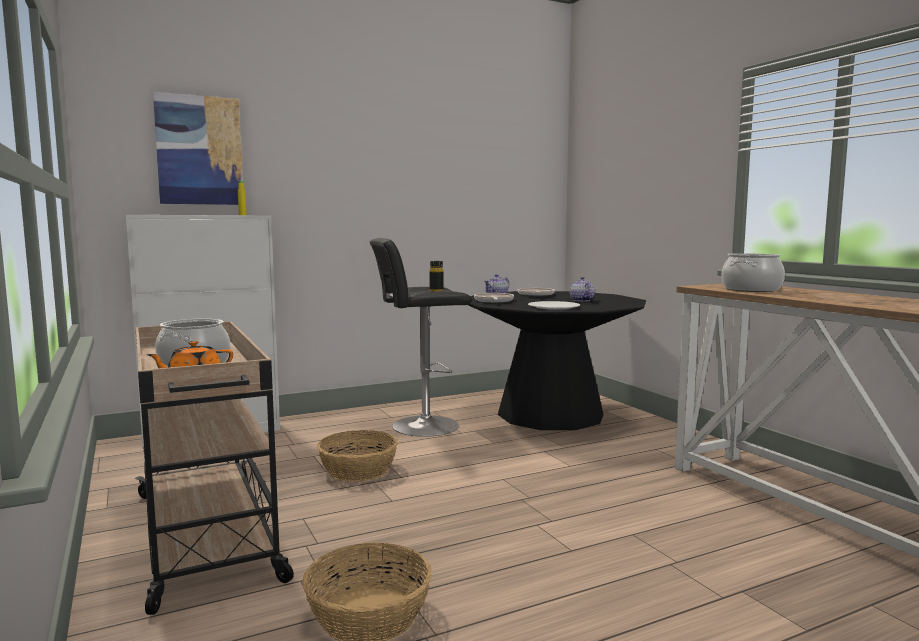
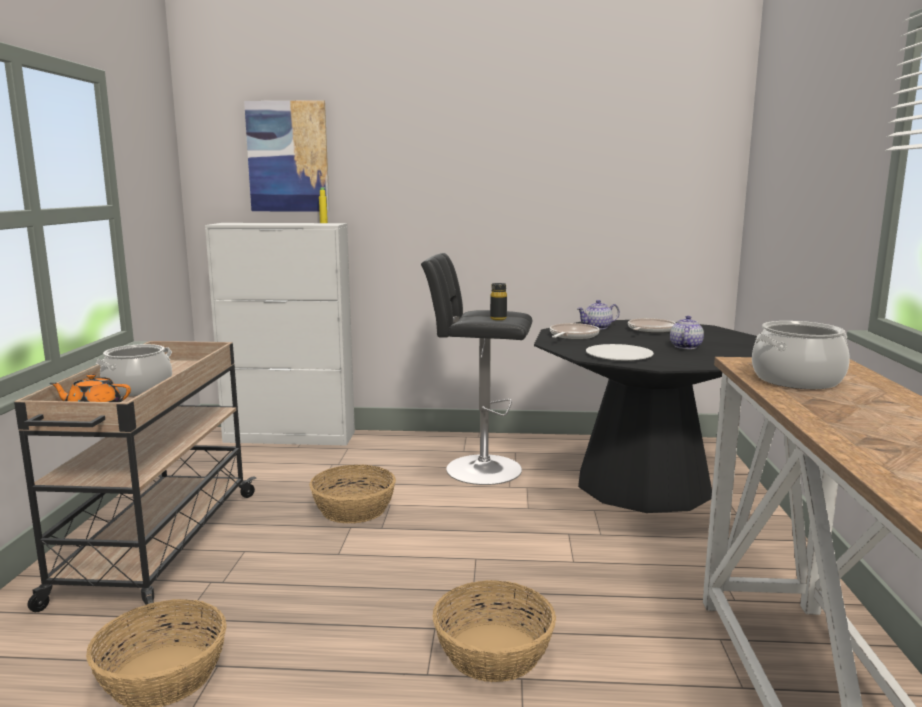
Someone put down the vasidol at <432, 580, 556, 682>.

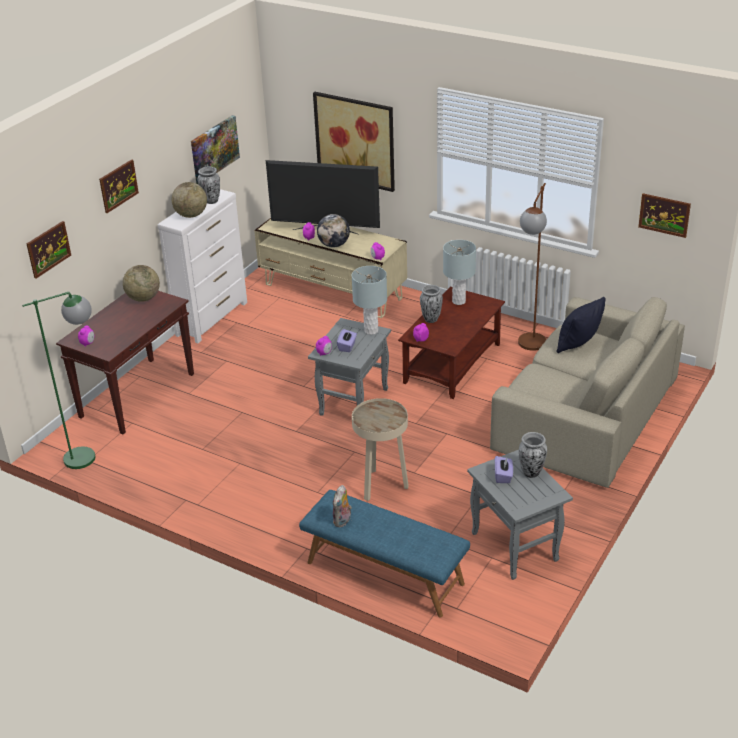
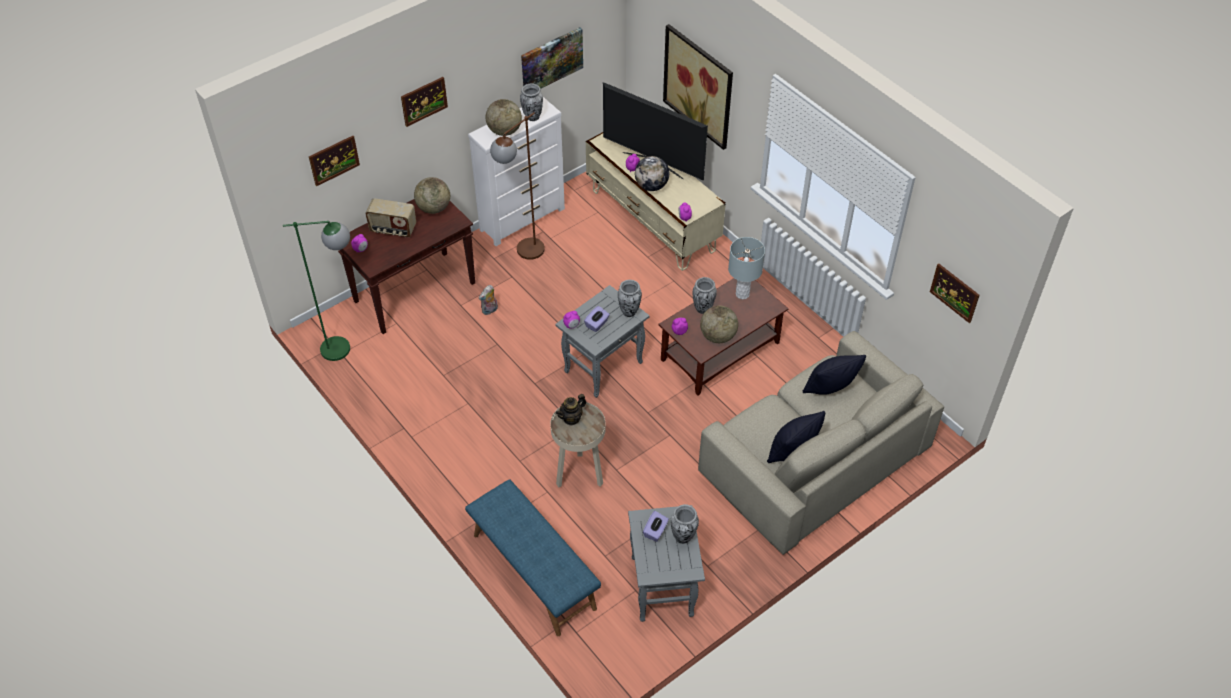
Someone carried the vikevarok from <333, 485, 352, 527> to <479, 285, 498, 315>.
Someone swapped the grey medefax at <352, 266, 387, 335> for the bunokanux at <618, 280, 642, 317>.
Someone carried the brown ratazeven from <518, 183, 547, 351> to <490, 112, 545, 260>.
Someone put down the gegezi at <365, 198, 416, 237>.
Someone put down the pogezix at <556, 394, 586, 425>.
Someone put down the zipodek at <700, 305, 738, 343>.
Someone put down the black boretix at <767, 411, 825, 463>.

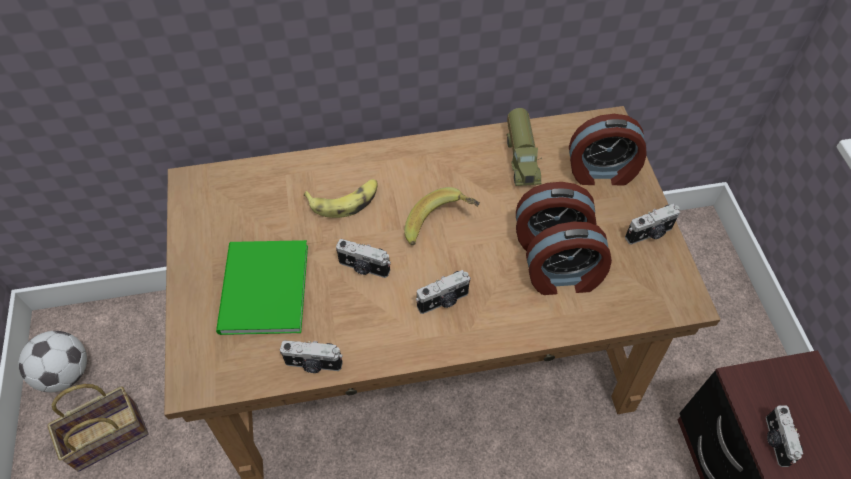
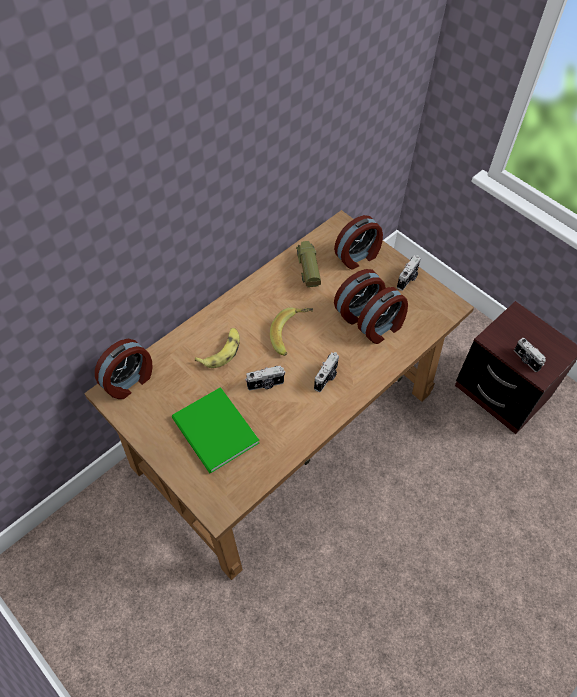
Someone took away the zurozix at <19, 331, 87, 392>.
Someone took away the vasidol at <47, 384, 148, 472>.
Someone took away the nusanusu at <280, 340, 343, 373>.
Someone rotated the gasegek at <507, 108, 542, 186> by 150 degrees counterclockwise.
Someone put down the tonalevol at <95, 339, 153, 399>.

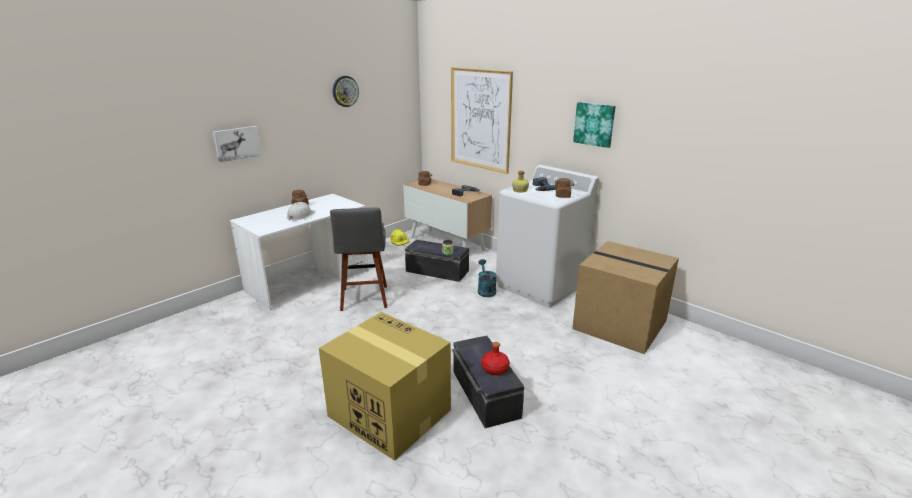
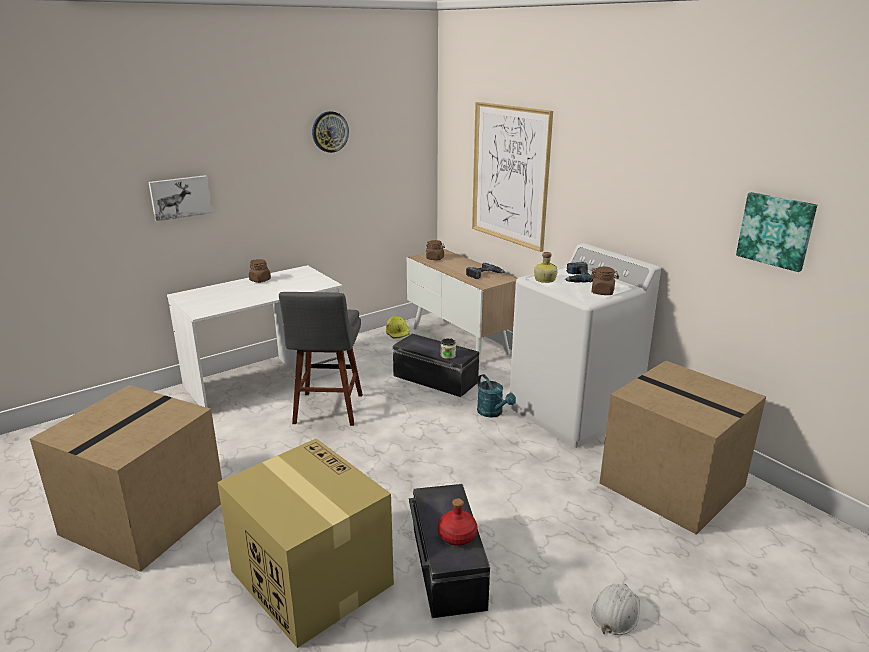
Someone carried the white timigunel from <287, 202, 315, 221> to <591, 583, 640, 635>.
Someone rotated the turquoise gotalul at <478, 259, 497, 297> by 150 degrees clockwise.
Someone carried the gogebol from <573, 102, 616, 148> to <736, 192, 817, 272>.
Someone put down the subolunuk at <30, 385, 222, 572>.

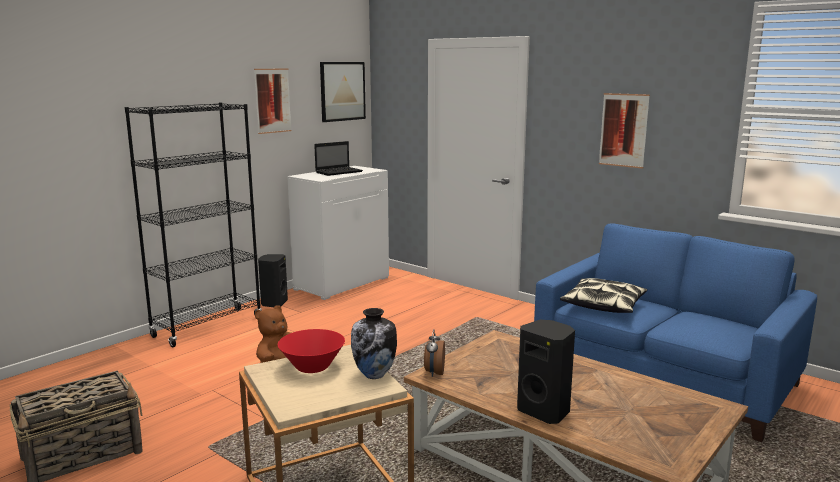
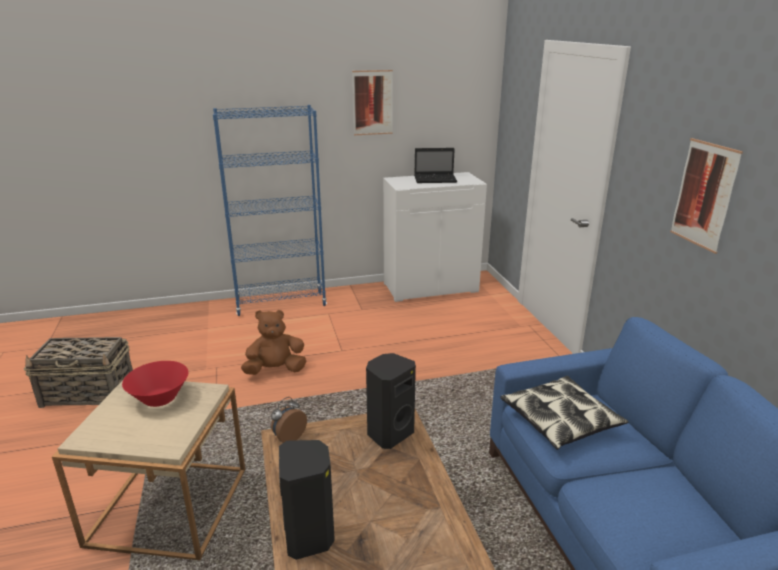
Someone repainted the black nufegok at <125, 102, 262, 347>, which became the blue nufegok at <213, 105, 327, 316>.
Someone carried the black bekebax from <258, 254, 288, 307> to <366, 353, 416, 449>.
Someone took away the gogebol at <320, 62, 366, 122>.
Someone took away the bunokanux at <351, 308, 397, 379>.

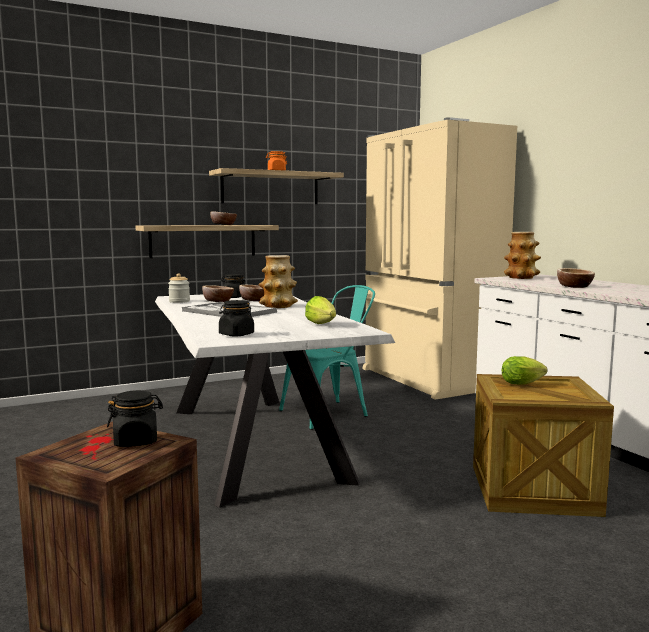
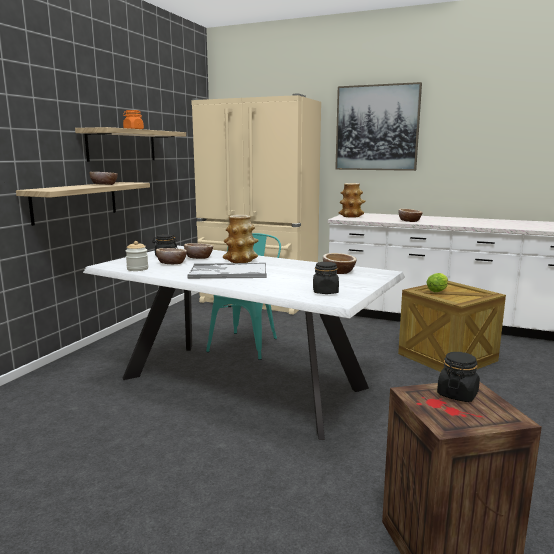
Someone swapped the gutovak at <305, 296, 336, 324> for the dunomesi at <323, 253, 356, 274>.
Someone put up the gogebol at <335, 82, 422, 171>.

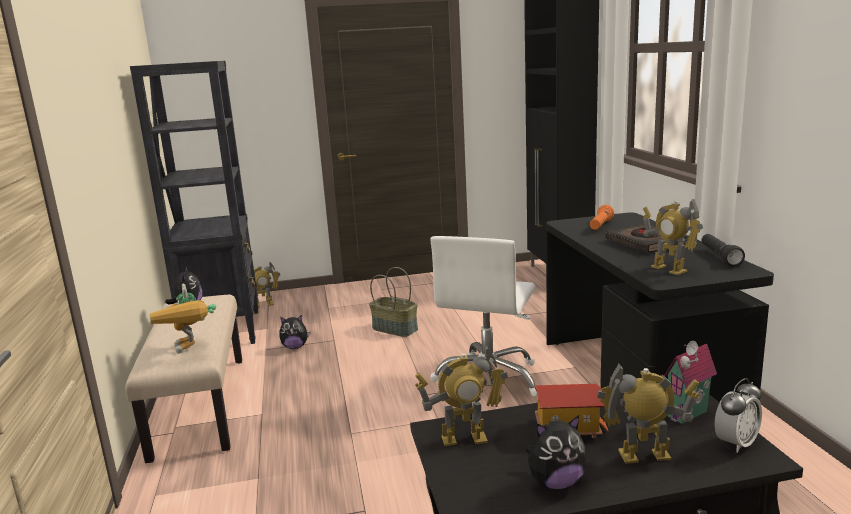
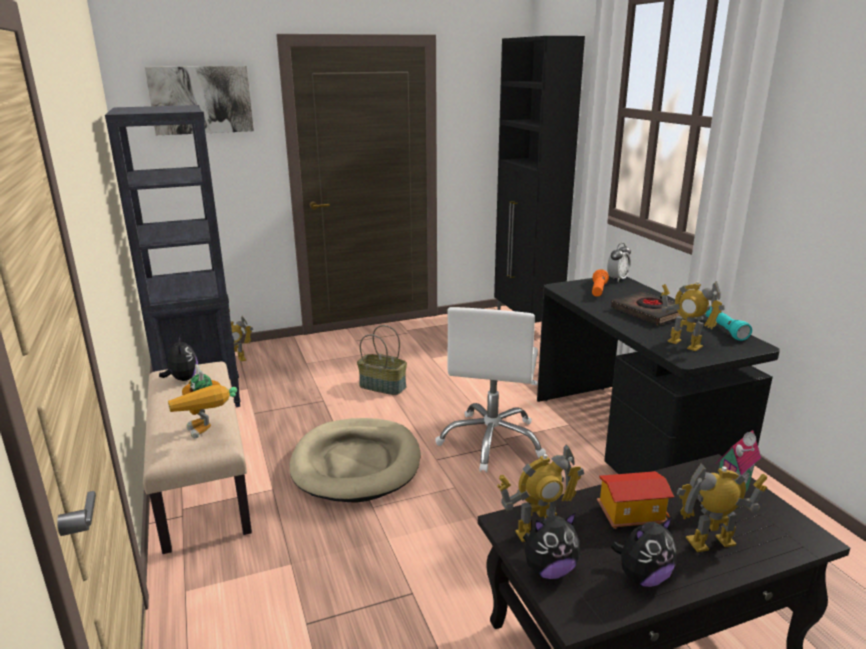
Someone carried the vikevarok from <279, 315, 310, 349> to <523, 513, 580, 579>.
Someone repainted the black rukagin at <701, 234, 745, 267>, which became the turquoise rukagin at <705, 307, 752, 341>.
Someone carried the tonalevol from <715, 378, 762, 453> to <607, 243, 631, 282>.
Someone put up the gogebol at <145, 66, 254, 135>.
Someone put down the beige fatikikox at <289, 418, 420, 503>.

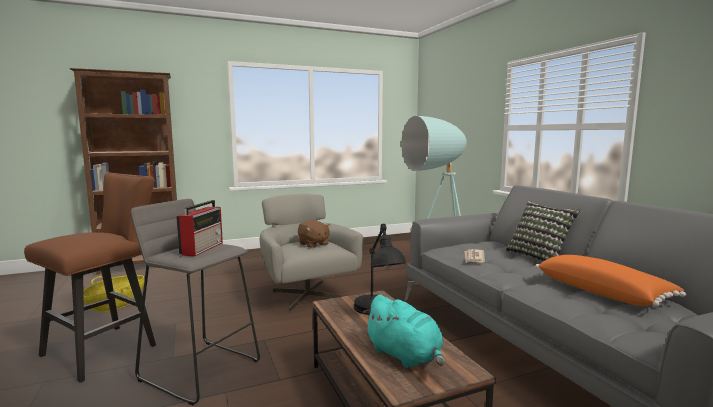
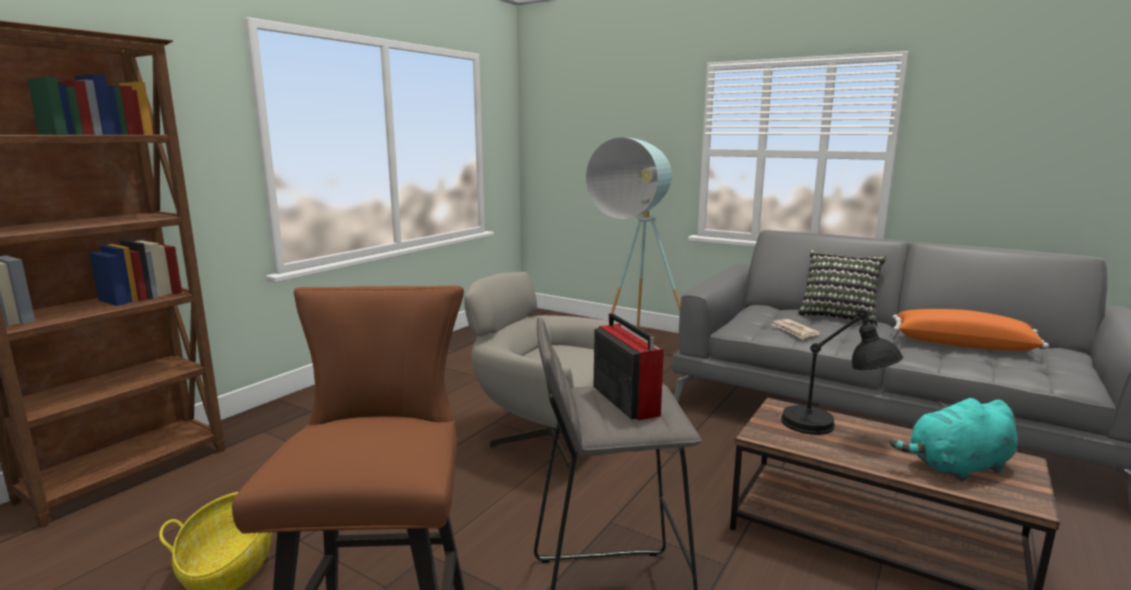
Someone took away the brown vikevarok at <298, 220, 330, 248>.
Someone rotated the turquoise vikevarok at <363, 295, 444, 368> by 150 degrees clockwise.

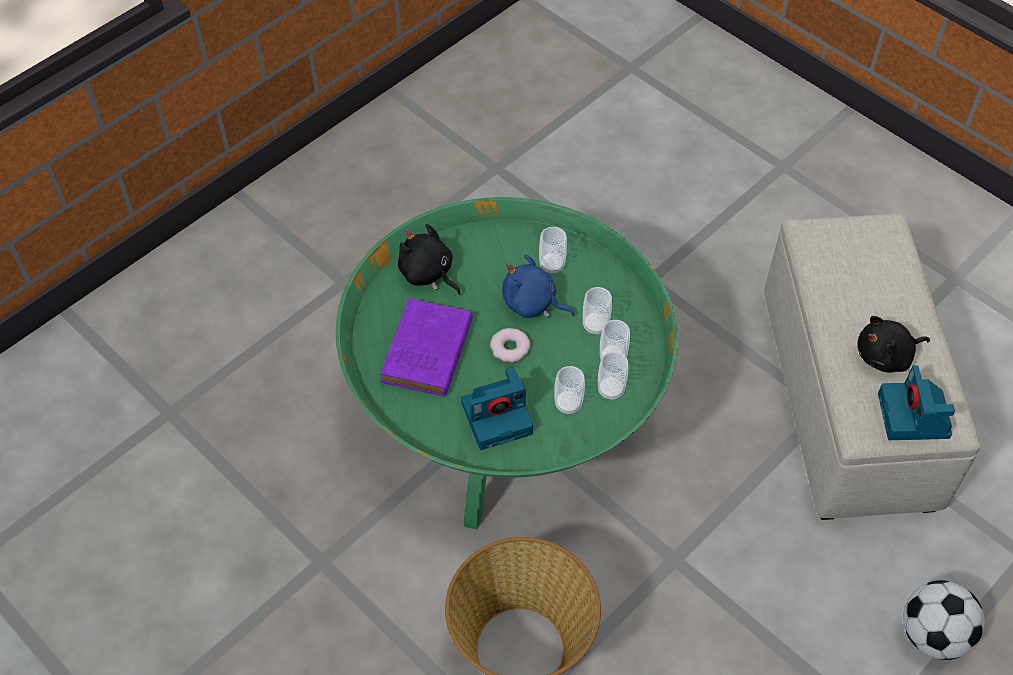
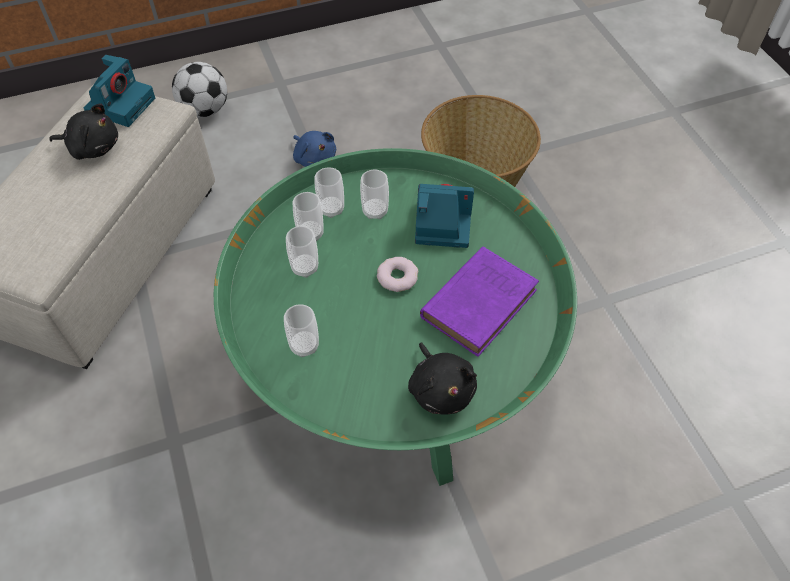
Someone carried the blue vikevarok from <502, 254, 575, 318> to <293, 131, 336, 167>.

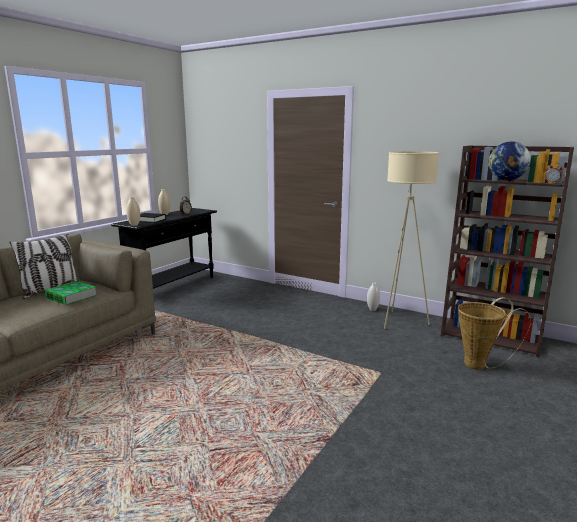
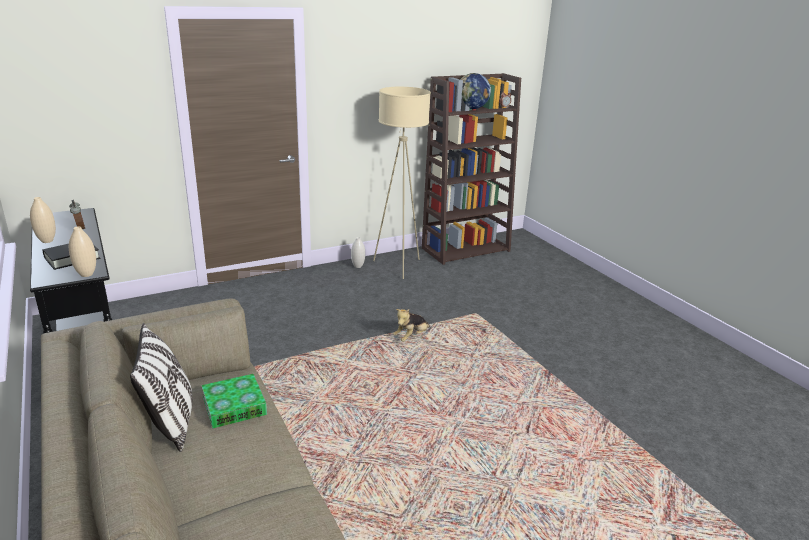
Someone took away the vasidol at <458, 297, 531, 370>.
Someone put down the vikevarok at <393, 309, 430, 342>.

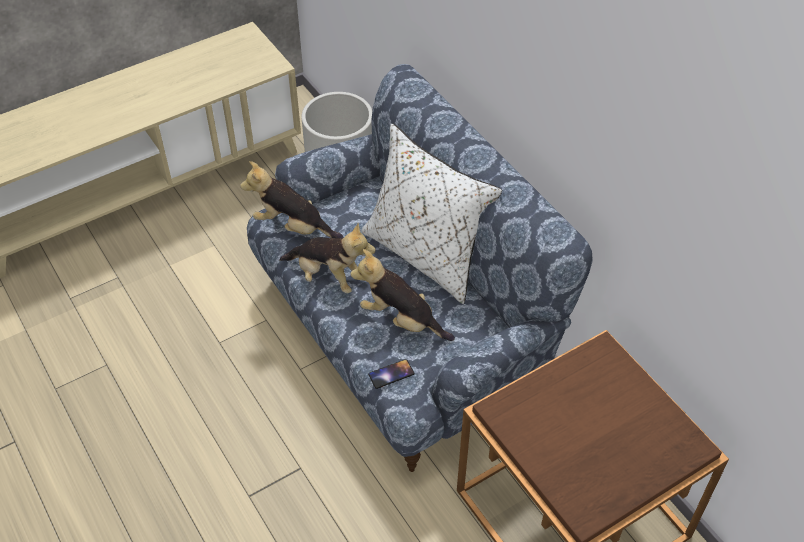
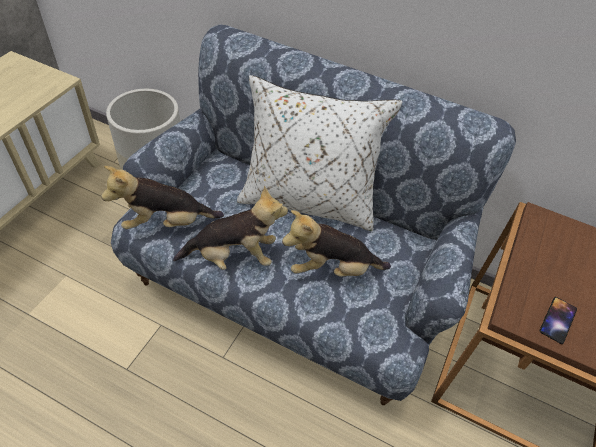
Someone carried the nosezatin from <368, 359, 415, 389> to <539, 297, 577, 344>.

